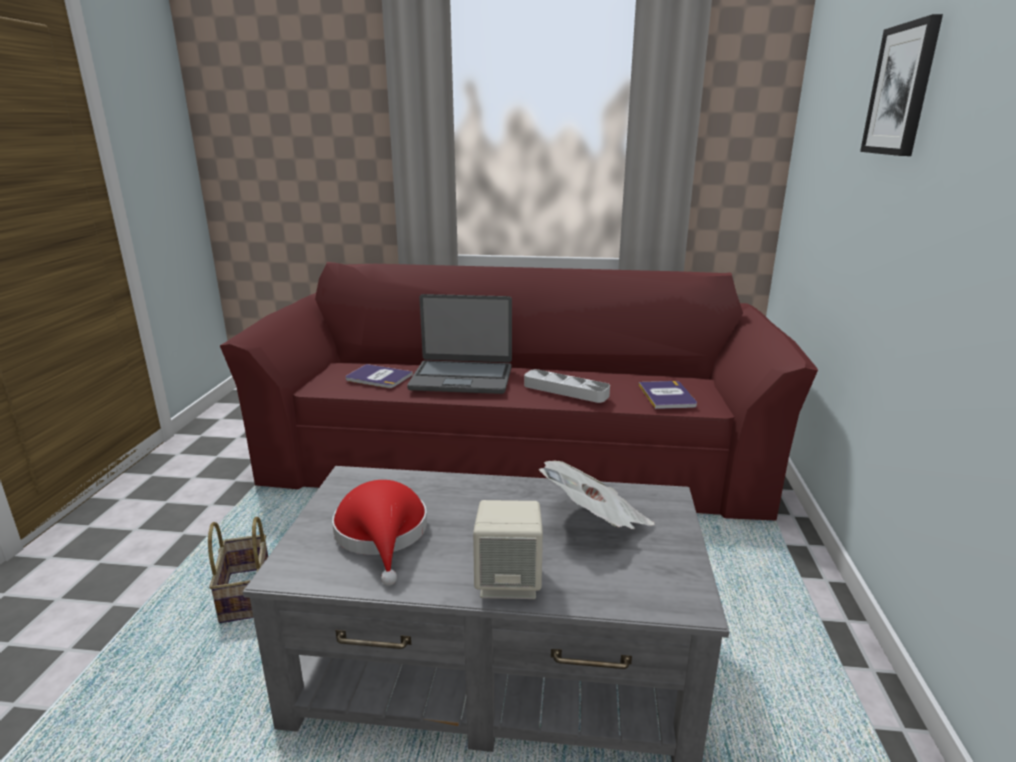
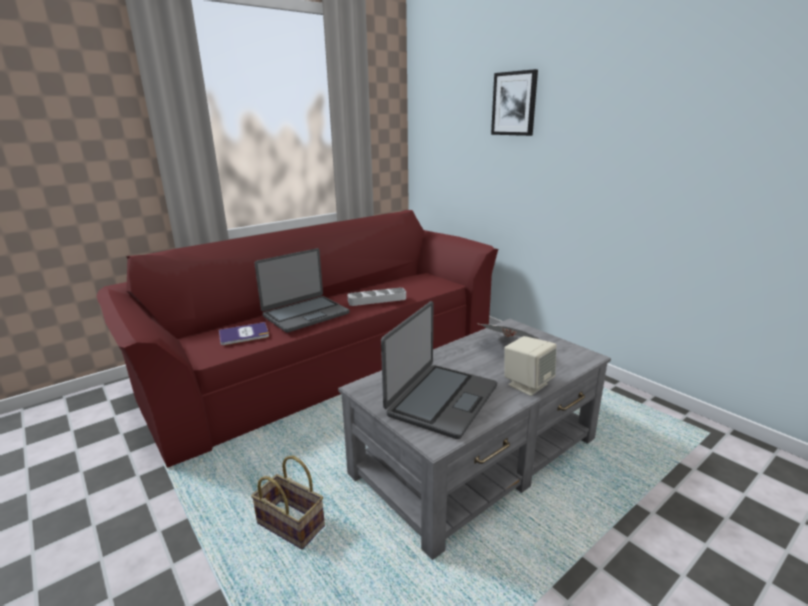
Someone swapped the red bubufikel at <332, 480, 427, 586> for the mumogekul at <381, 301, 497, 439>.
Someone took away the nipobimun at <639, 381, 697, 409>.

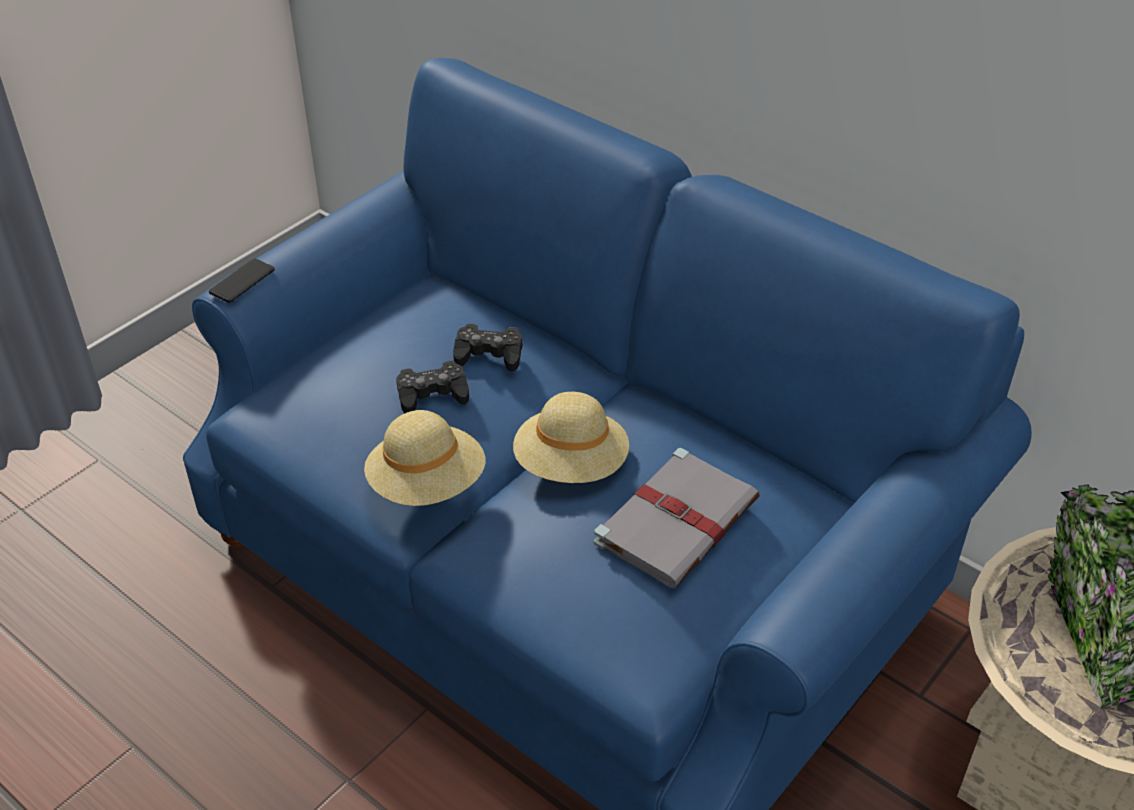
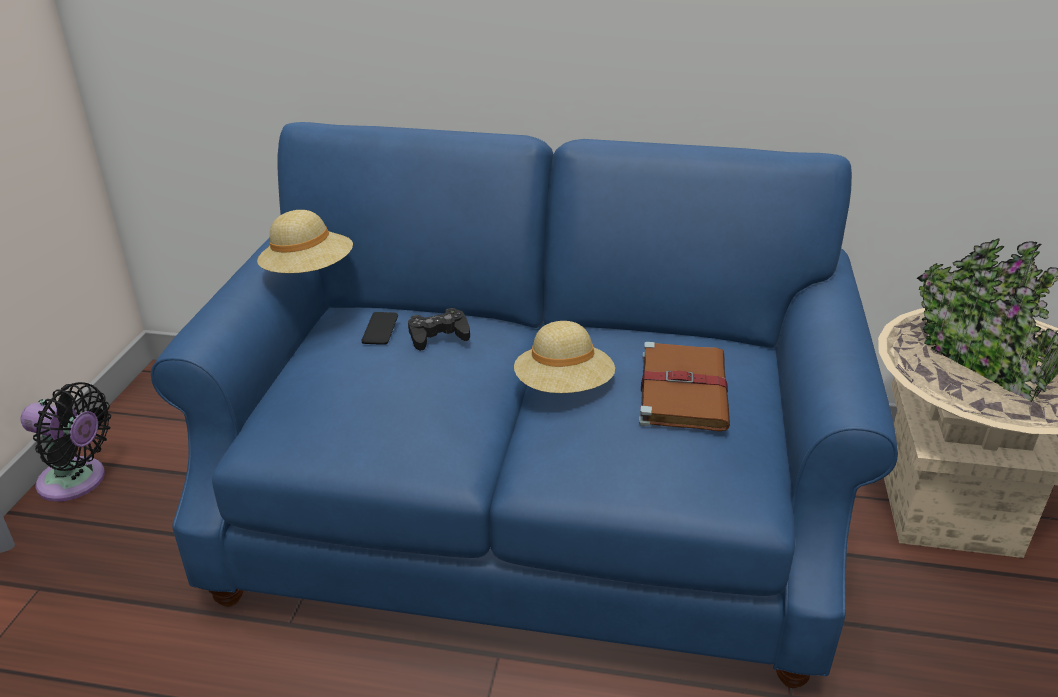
Someone carried the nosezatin from <209, 258, 275, 303> to <361, 312, 398, 345>.
Someone carried the beige bubufikel from <364, 410, 485, 506> to <257, 210, 353, 273>.
Someone took away the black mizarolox at <396, 360, 469, 413>.
Someone repainted the grey nipobimun at <594, 448, 760, 589>, which became the brown nipobimun at <639, 342, 730, 431>.
Someone put down the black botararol at <20, 382, 111, 502>.

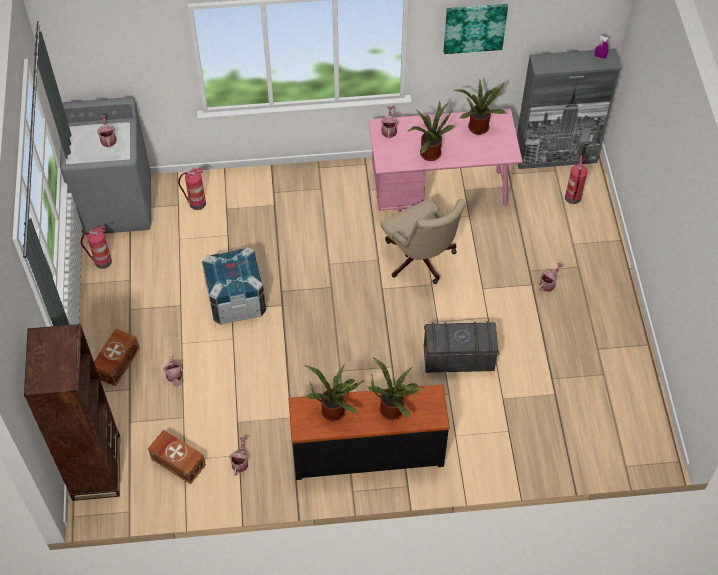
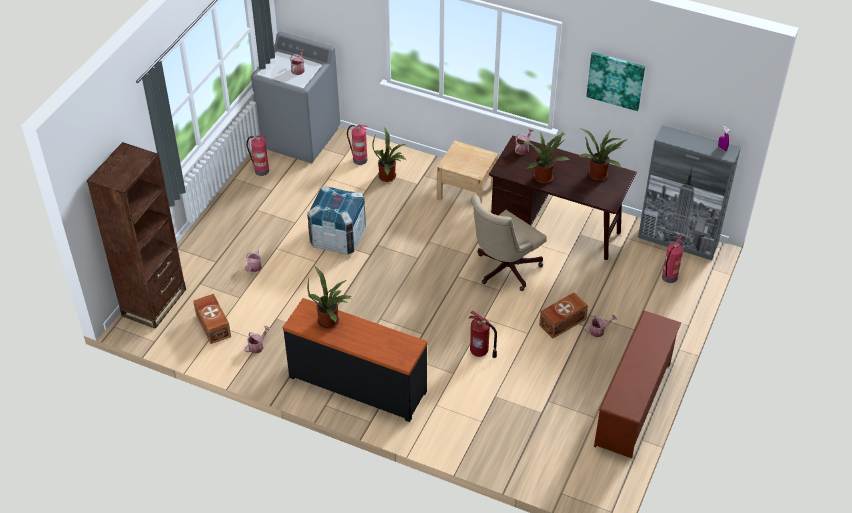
Someone carried the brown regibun from <94, 329, 140, 386> to <539, 292, 588, 338>.
Someone carried the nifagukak from <368, 357, 426, 420> to <372, 128, 407, 182>.
Someone repainted the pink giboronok at <369, 109, 523, 213>, which became the brown giboronok at <489, 136, 637, 260>.
Someone rotated the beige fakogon at <380, 197, 466, 284> by 45 degrees clockwise.
Someone swapped the grey regibun at <424, 321, 499, 373> for the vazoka at <468, 311, 497, 358>.
Someone put down the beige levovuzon at <437, 140, 498, 204>.
Someone put down the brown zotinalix at <594, 310, 681, 458>.

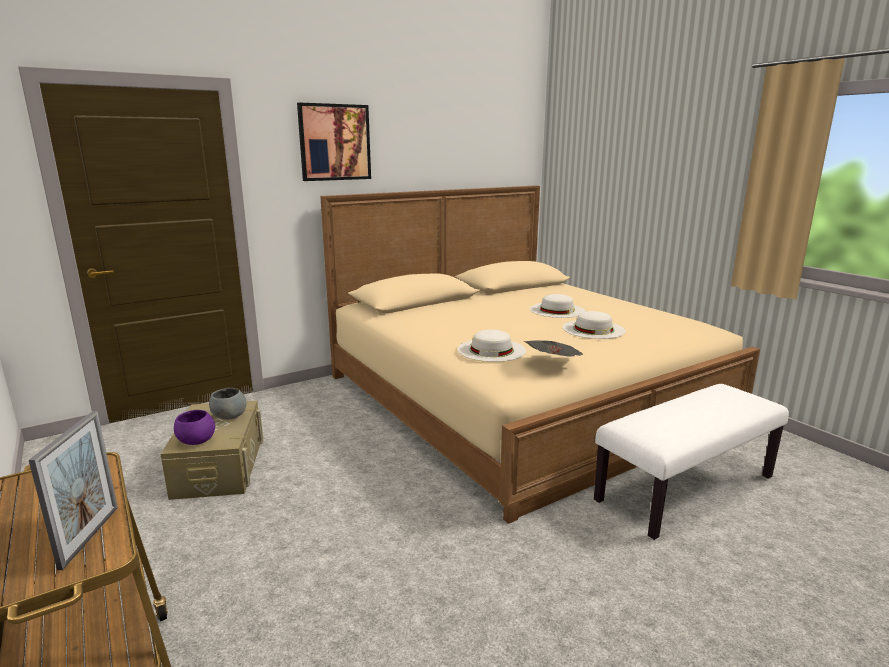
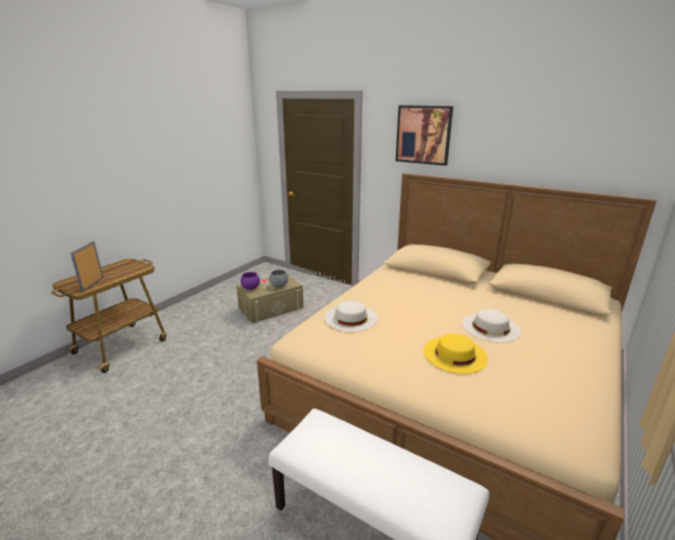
Someone rotated the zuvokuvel at <29, 411, 118, 570> by 120 degrees clockwise.
Someone took away the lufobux at <523, 340, 583, 357>.
Someone repainted the white bubufikel at <563, 311, 626, 339>, which became the yellow bubufikel at <423, 333, 488, 374>.

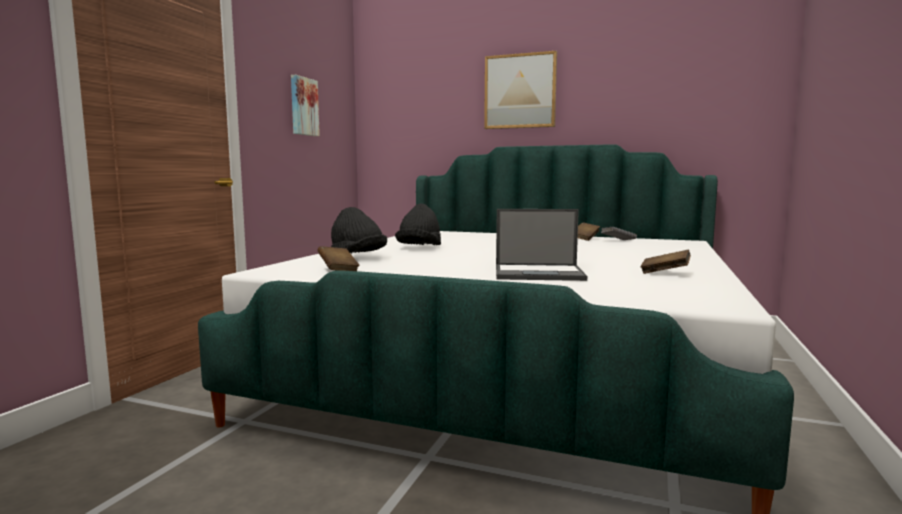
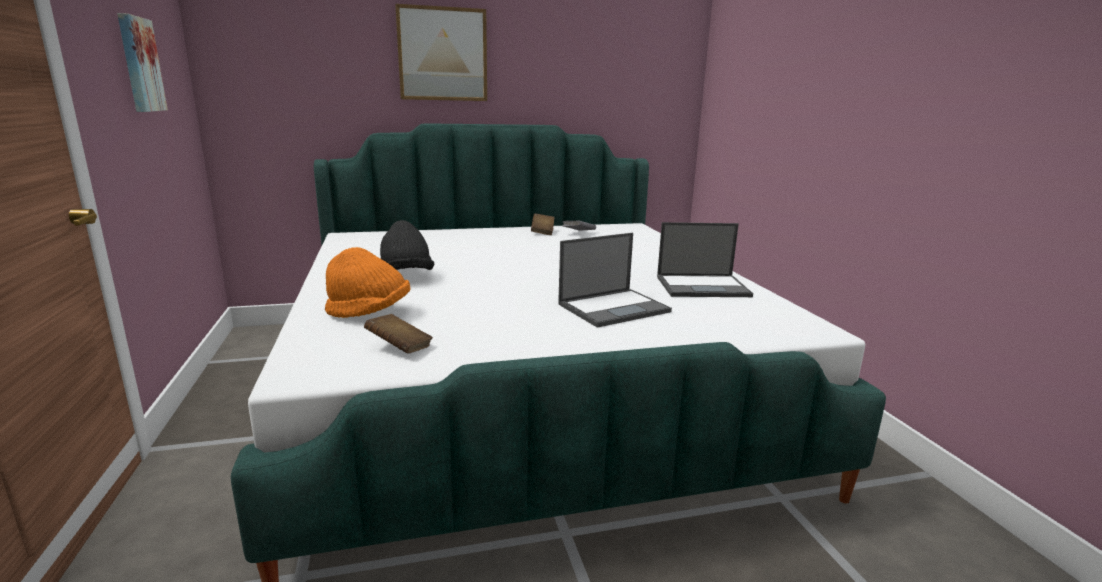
Someone repainted the black bubufikel at <331, 207, 387, 254>, which became the orange bubufikel at <325, 247, 411, 318>.
Someone swapped the brown nipobimun at <641, 249, 691, 274> for the mumogekul at <657, 222, 753, 297>.

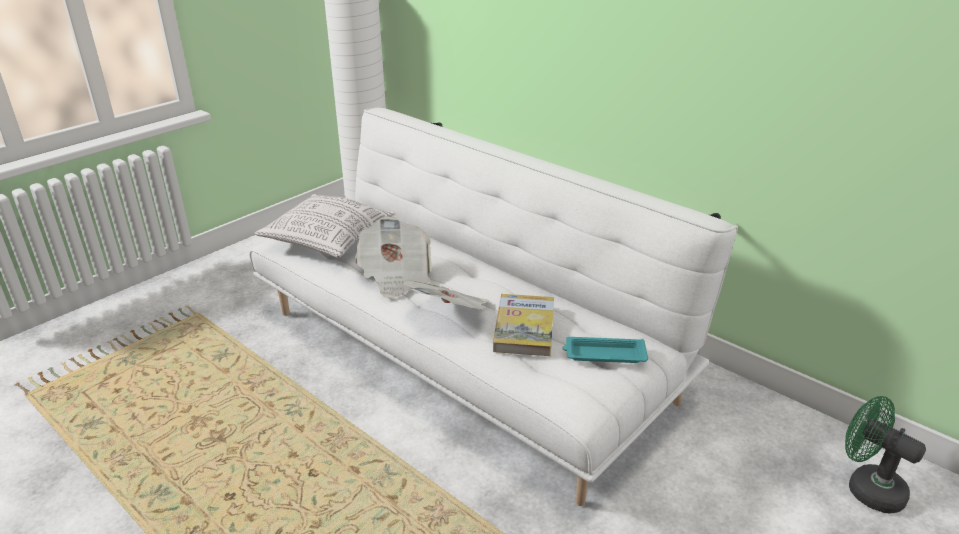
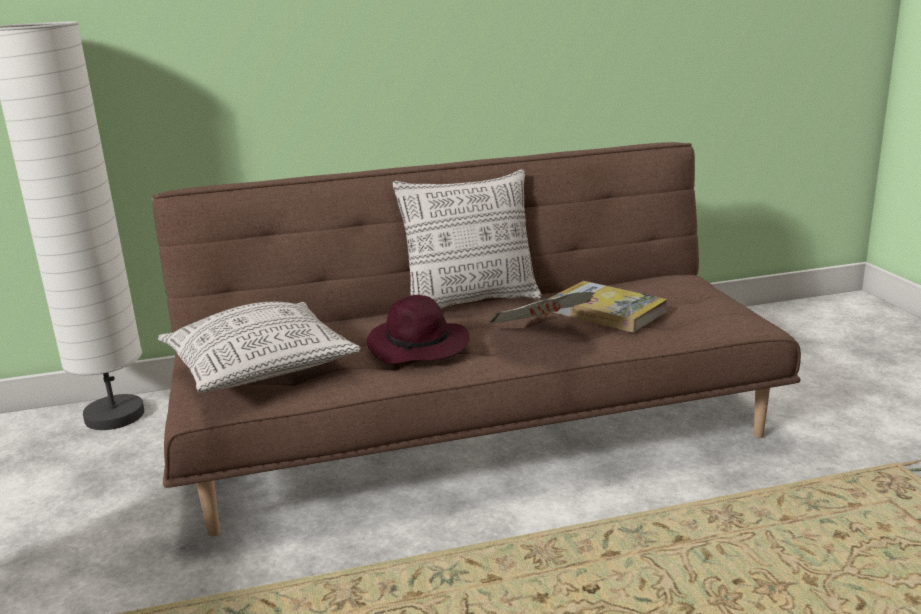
Someone repainted the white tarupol at <249, 107, 738, 506>, which became the brown tarupol at <152, 142, 801, 536>.
Someone swapped the lufobux at <355, 217, 432, 299> for the purple bubufikel at <367, 295, 470, 364>.
Someone took away the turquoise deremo at <563, 337, 648, 363>.
Someone took away the green botararol at <845, 396, 926, 513>.
Someone put down the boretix at <393, 169, 542, 308>.

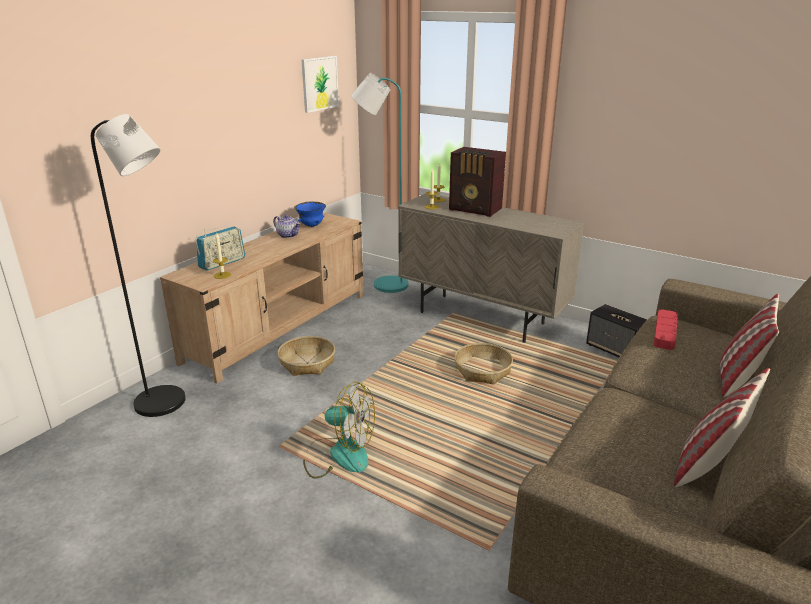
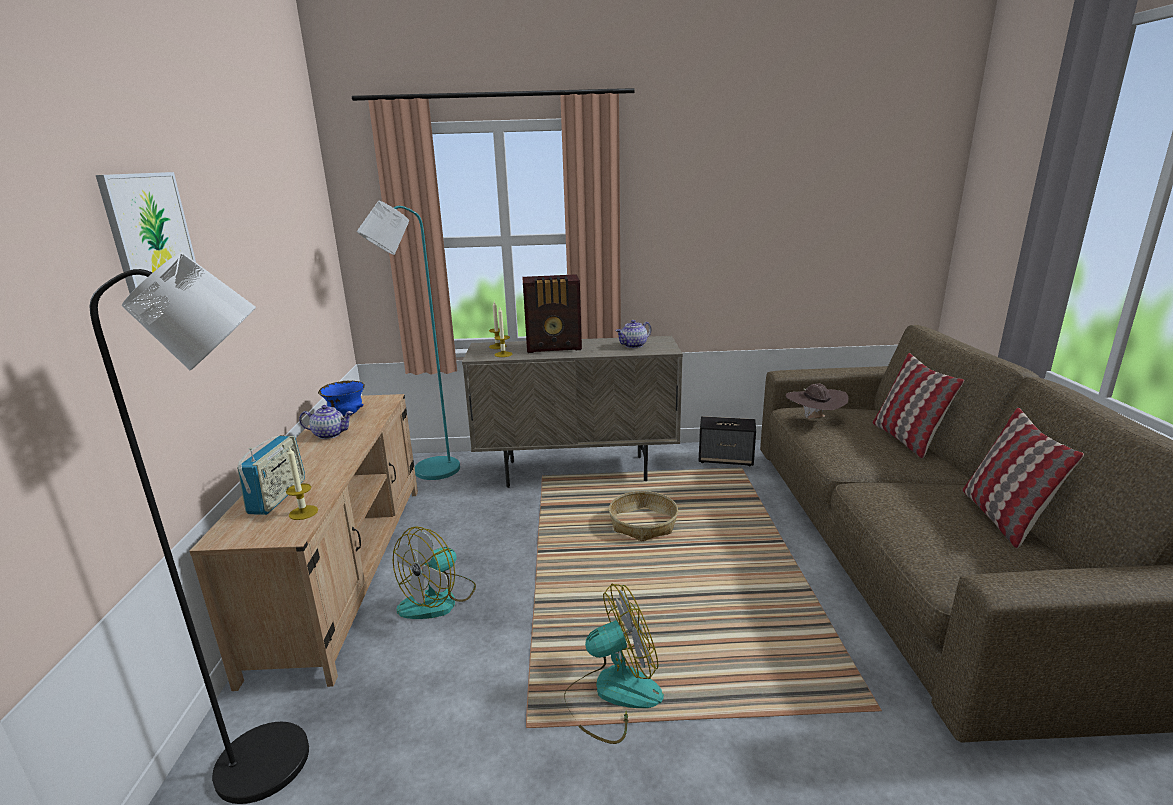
Someone swapped the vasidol at <278, 336, 335, 376> for the botararol at <393, 526, 476, 619>.
Someone carried the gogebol from <301, 56, 339, 113> to <96, 172, 196, 294>.
Someone swapped the red deremo at <654, 310, 678, 350> for the brown bubufikel at <786, 383, 849, 419>.
Someone put down the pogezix at <616, 320, 651, 348>.

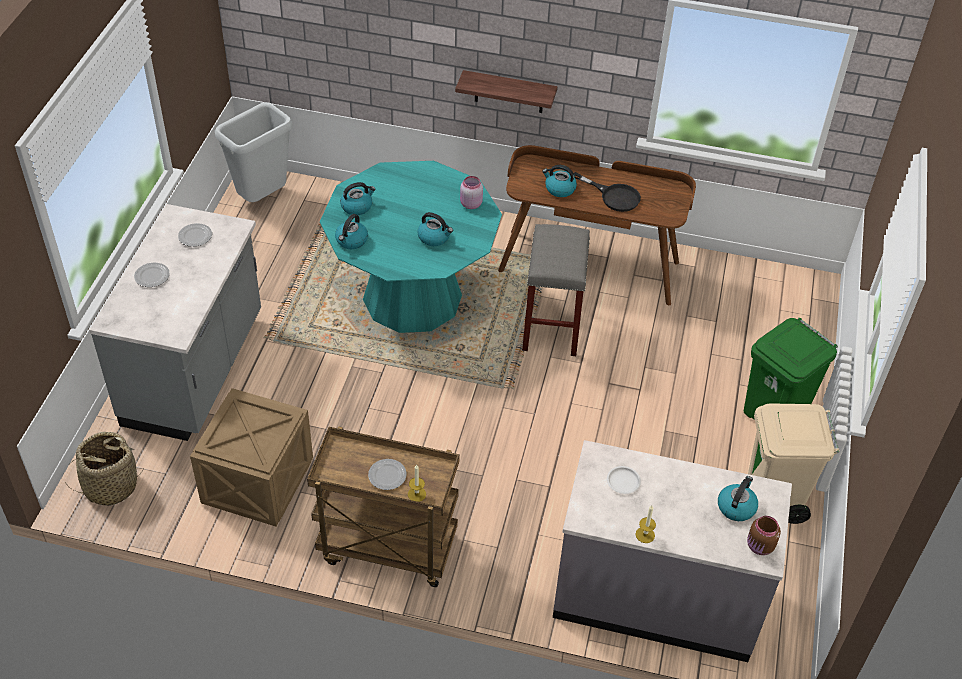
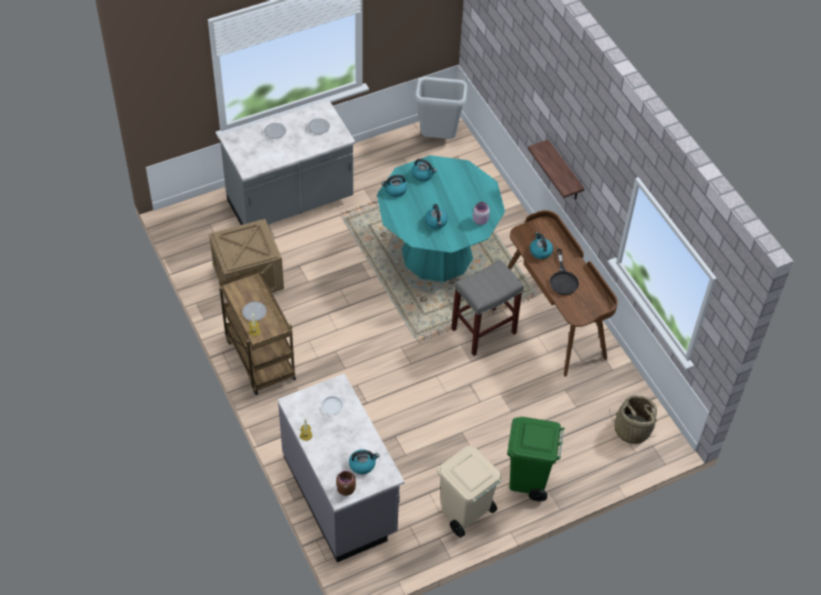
Someone carried the vasidol from <63, 432, 144, 506> to <610, 395, 657, 444>.

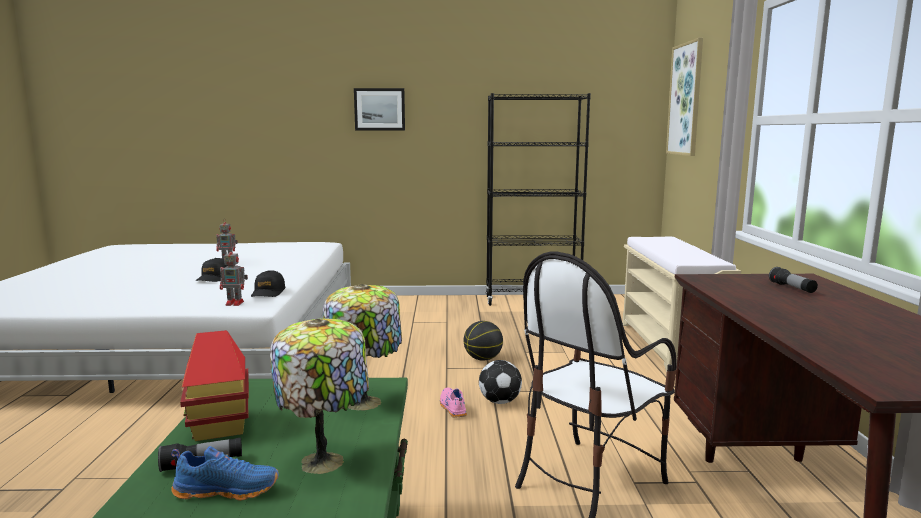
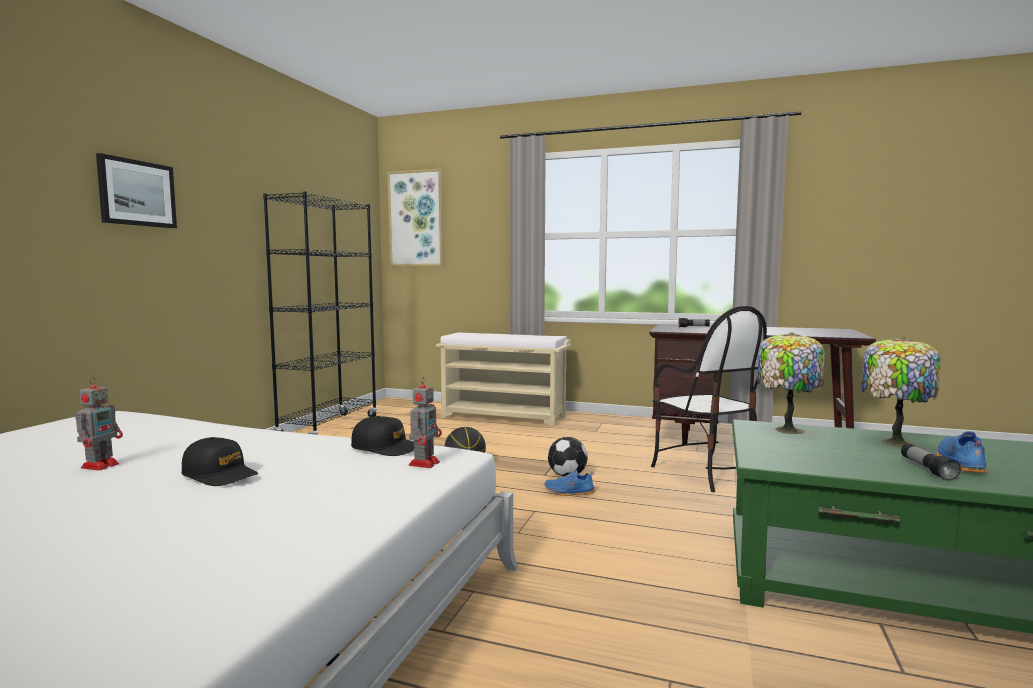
Someone took away the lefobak at <180, 330, 249, 441>.
Someone repainted the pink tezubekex at <440, 388, 467, 418>, which became the blue tezubekex at <544, 470, 595, 496>.

